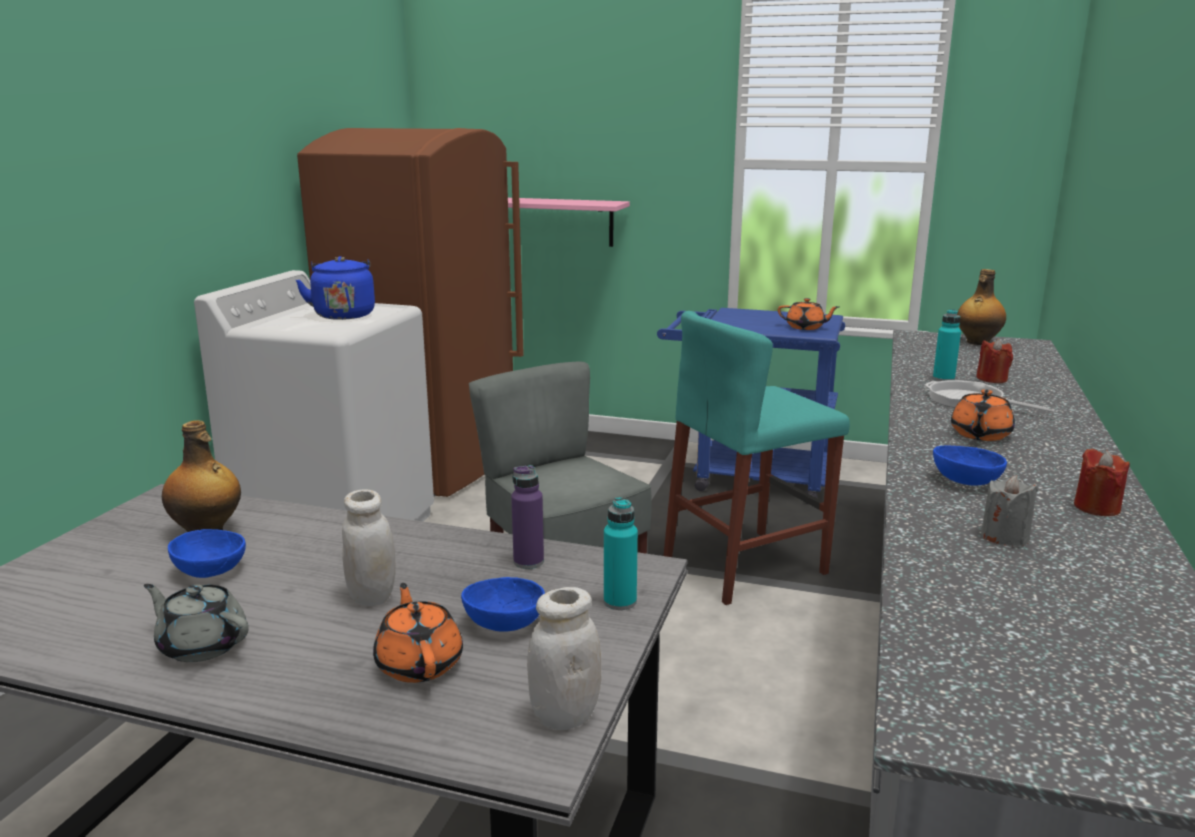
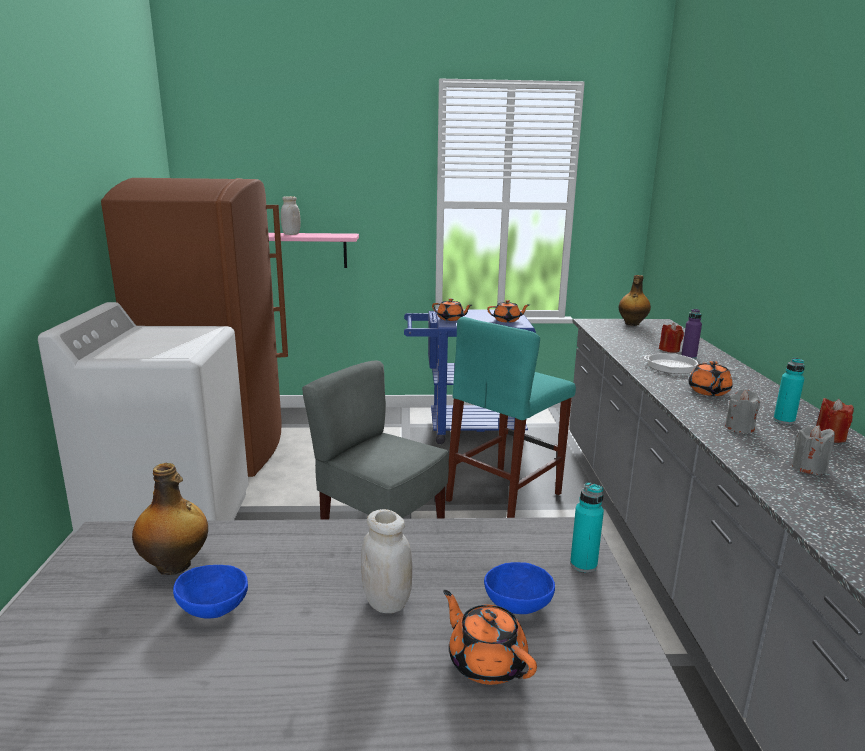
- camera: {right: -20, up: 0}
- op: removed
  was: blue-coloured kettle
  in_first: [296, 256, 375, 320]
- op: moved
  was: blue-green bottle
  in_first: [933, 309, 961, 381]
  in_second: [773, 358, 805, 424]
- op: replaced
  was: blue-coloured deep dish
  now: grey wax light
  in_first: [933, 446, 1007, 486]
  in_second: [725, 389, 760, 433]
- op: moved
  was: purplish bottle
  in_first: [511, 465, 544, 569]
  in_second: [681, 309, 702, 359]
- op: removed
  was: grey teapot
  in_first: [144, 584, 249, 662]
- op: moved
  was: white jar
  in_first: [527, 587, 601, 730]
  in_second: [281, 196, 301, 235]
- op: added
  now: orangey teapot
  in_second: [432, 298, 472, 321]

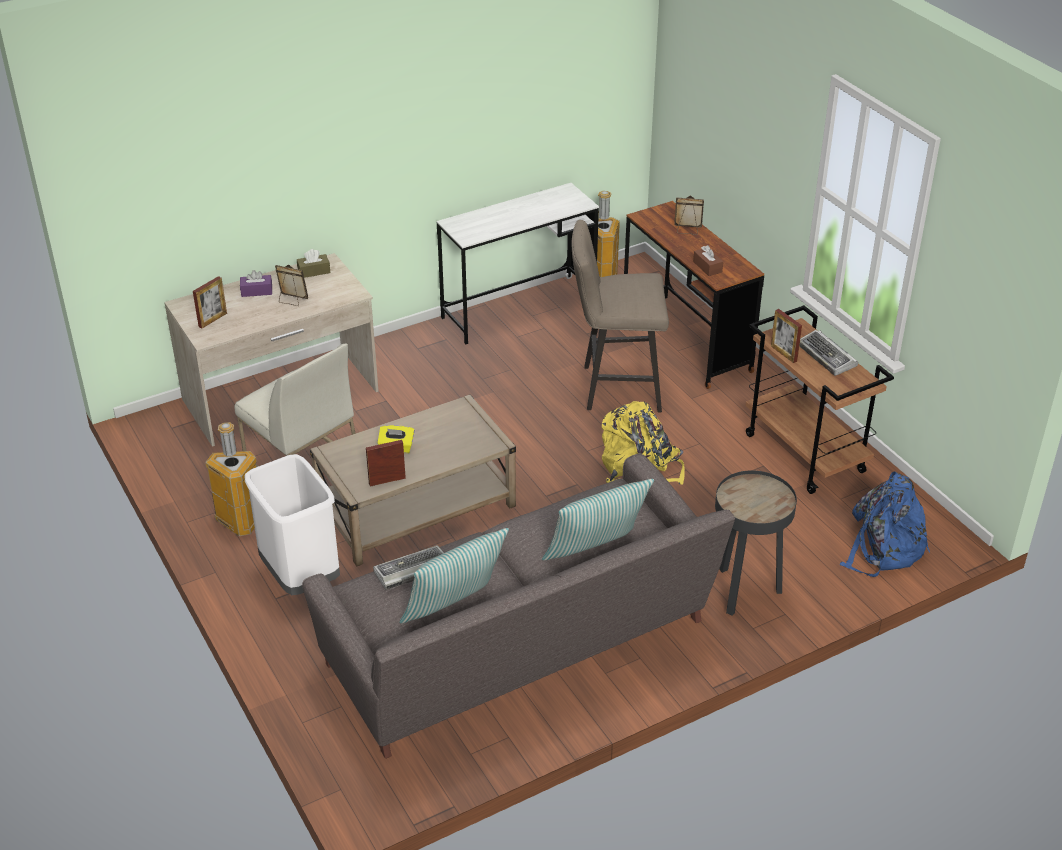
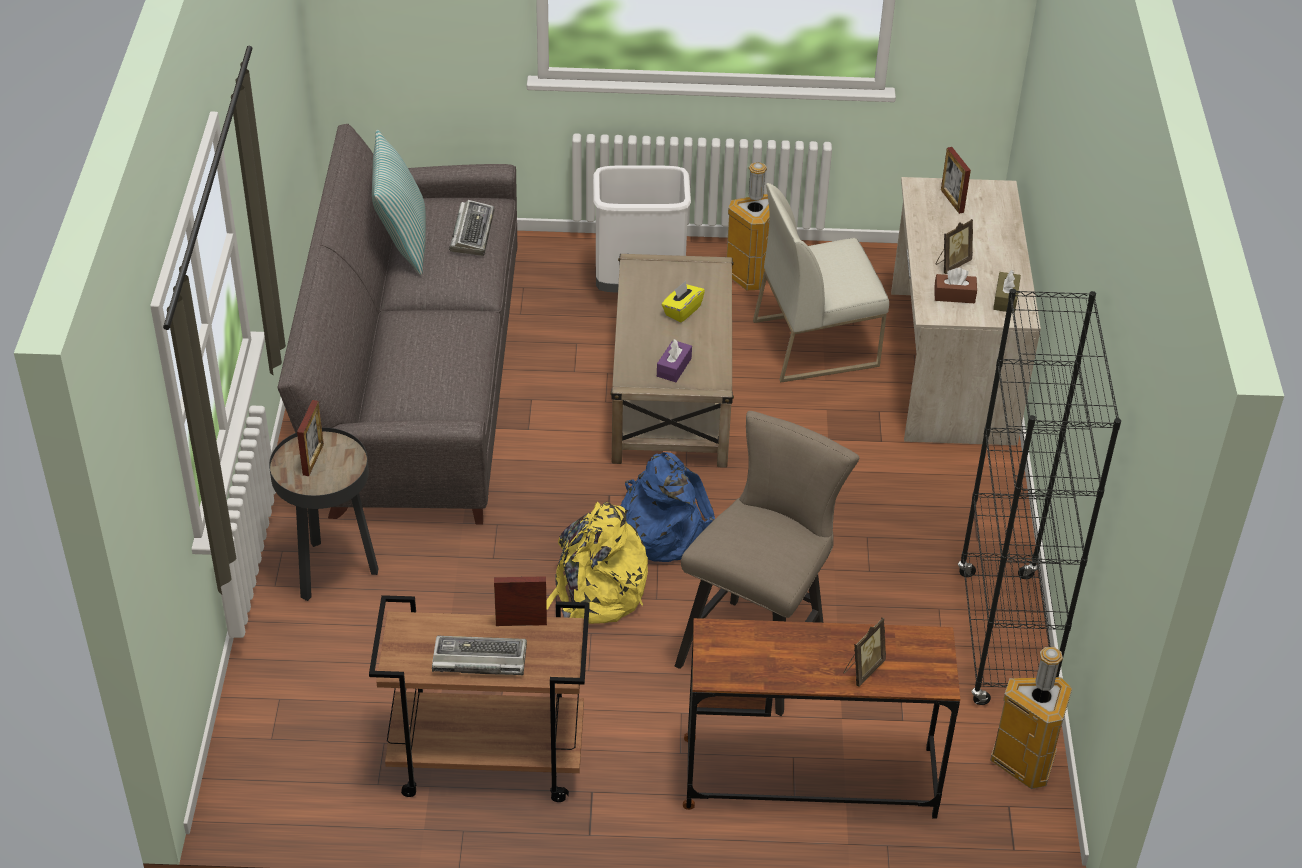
- camera: {right: 120, up: 5}
- op: replaced
  was: white desk
  now: black shelving unit
  in_first: [437, 183, 599, 344]
  in_second: [958, 289, 1121, 705]
- op: moved
  was: brown-coloured box of tissues
  in_first: [693, 245, 723, 276]
  in_second: [934, 268, 977, 303]
- op: moved
  was: purplish box of tissues
  in_first: [240, 270, 272, 297]
  in_second: [657, 339, 692, 382]
- op: moved
  was: photo frame
  in_first: [366, 440, 406, 487]
  in_second: [297, 400, 324, 476]
- op: moved
  was: blue-coloured rucksack
  in_first: [840, 471, 930, 577]
  in_second: [621, 452, 715, 562]
- op: removed
  was: cushion
  in_first: [542, 479, 654, 560]

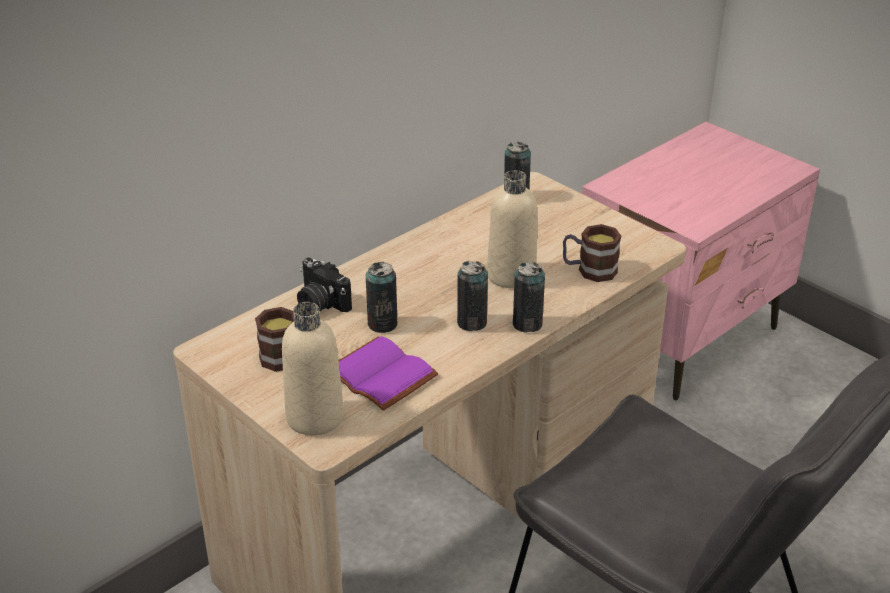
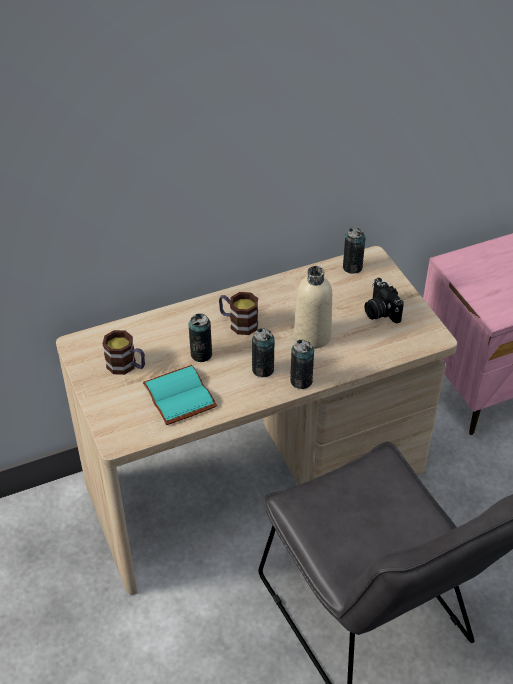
- camera: {right: 20, up: 10}
- op: moved
  was: tea mug
  in_first: [563, 224, 621, 282]
  in_second: [219, 292, 258, 335]
- op: moved
  was: photo camera
  in_first: [297, 257, 352, 312]
  in_second: [365, 278, 404, 323]
- op: removed
  was: beige bottle
  in_first: [282, 302, 344, 436]
- op: recoloured
  was: purplish volume
  now: blue-green volume
  in_first: [339, 336, 438, 411]
  in_second: [143, 365, 217, 425]

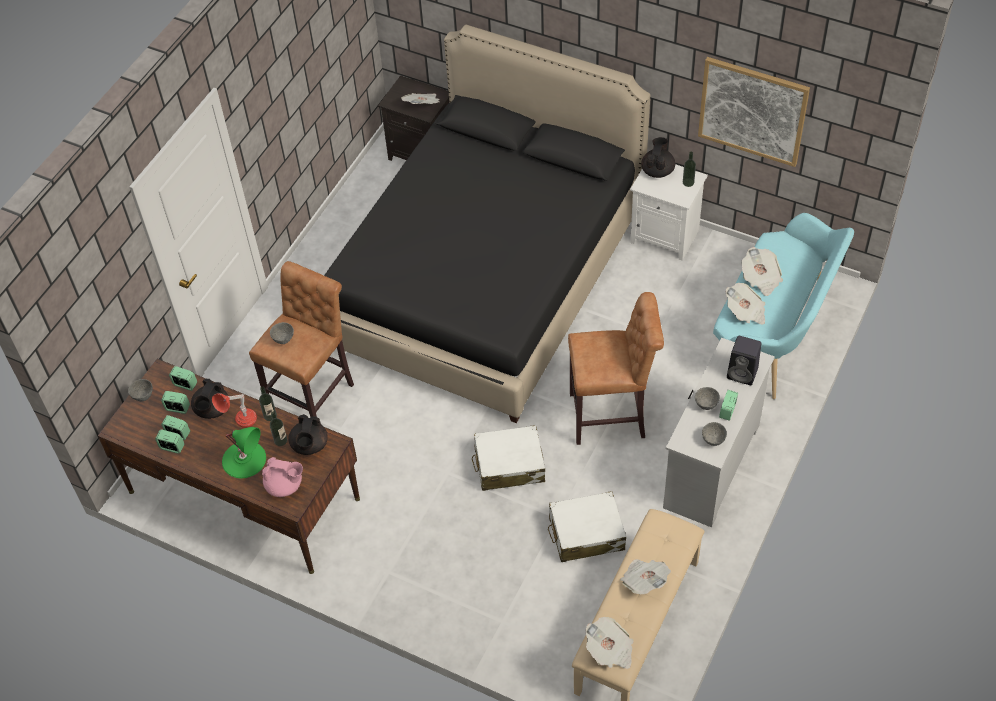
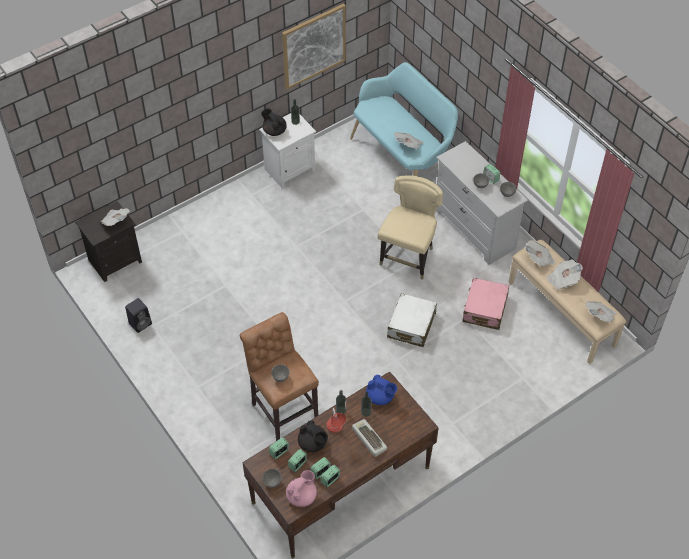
- camera: {right: -65, up: 0}
- op: removed
  was: black bed
  in_first: [324, 25, 650, 423]
- op: moved
  was: daily paper
  in_first: [741, 247, 783, 296]
  in_second: [525, 240, 556, 267]
- op: replaced
  was: brown-coloured stool seat
  now: beige chair
  in_first: [568, 292, 664, 445]
  in_second: [378, 176, 443, 280]
- op: moved
  was: black loudspeaker
  in_first: [727, 336, 761, 385]
  in_second: [125, 298, 152, 333]
- op: recoloured
  was: black teapot
  now: blue-coloured teapot
  in_first: [288, 414, 328, 455]
  in_second: [366, 375, 398, 405]
- op: replaced
  was: green-coloured tabletop lamp
  now: PC keyboard
  in_first: [222, 427, 266, 478]
  in_second: [352, 419, 387, 457]
- op: moved
  was: pinkish teapot
  in_first: [262, 457, 303, 497]
  in_second: [286, 470, 317, 507]
- op: recoloured
  was: white travel case
  now: pinkish travel case
  in_first: [548, 491, 626, 562]
  in_second: [462, 278, 509, 330]

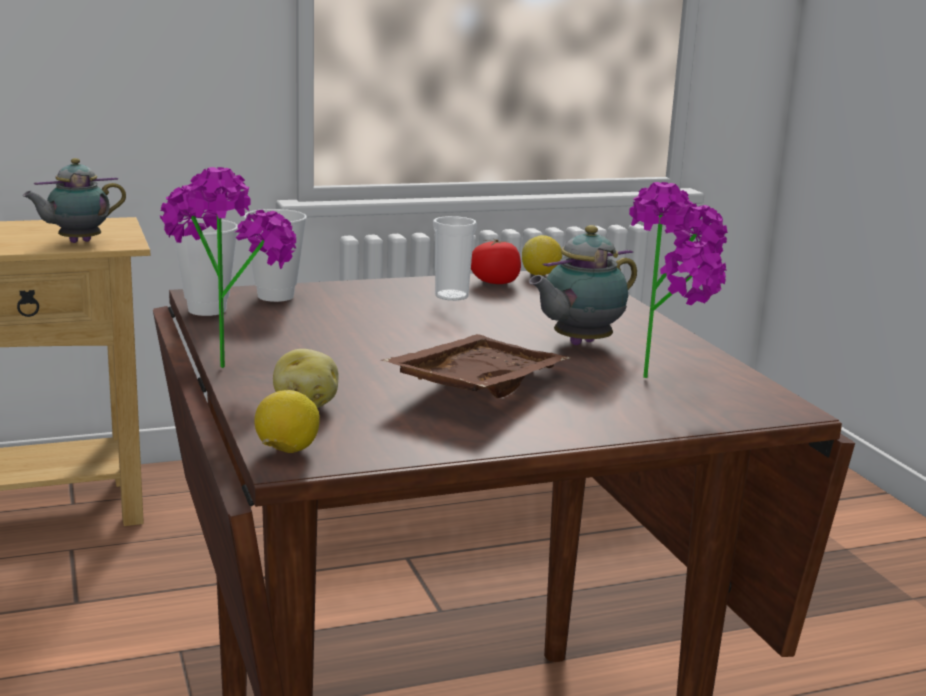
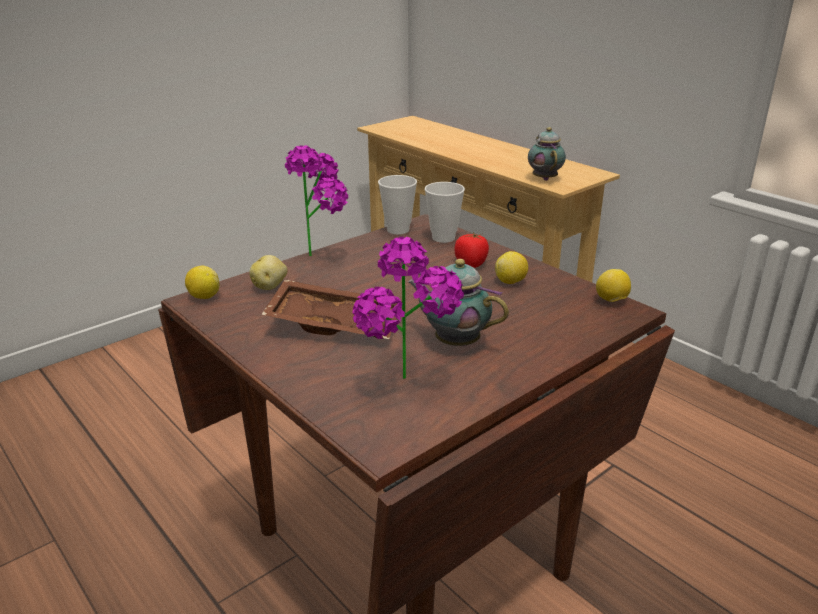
- camera: {right: 70, up: 10}
- op: turned
  was: teapot
  in_first: [23, 158, 126, 243]
  in_second: [528, 127, 566, 181]
  clockwise: 45
- op: replaced
  was: small cup
  now: lemon
  in_first: [433, 216, 477, 301]
  in_second: [495, 251, 528, 284]
- op: moved
  was: fresh tomato
  in_first: [471, 239, 521, 284]
  in_second: [454, 232, 489, 268]

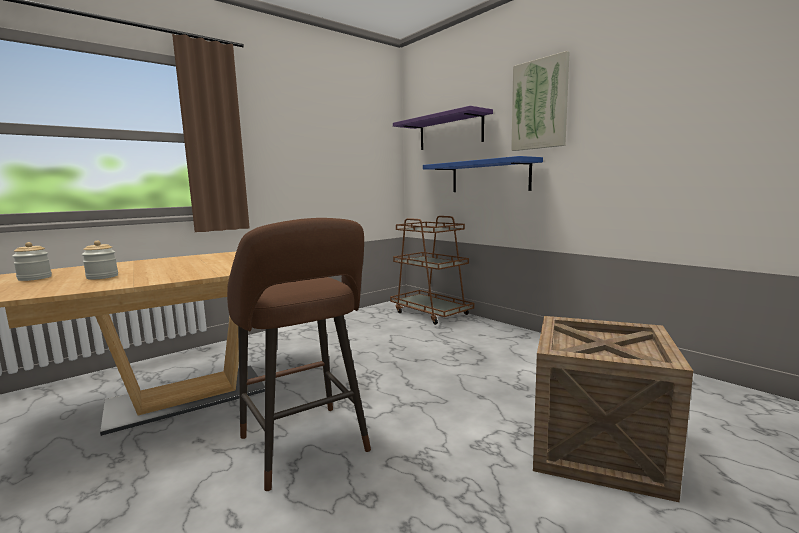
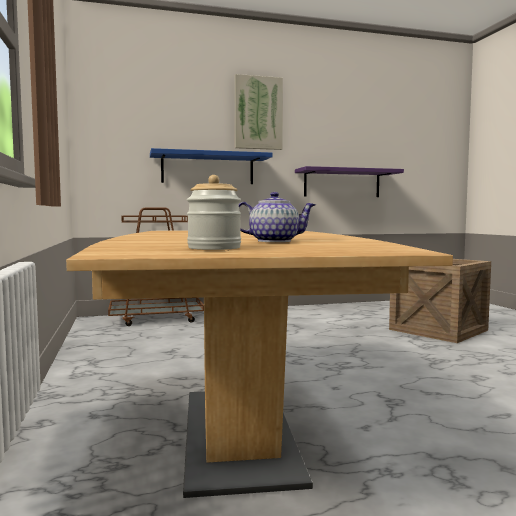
- camera: {right: -65, up: -5}
- op: moved
  was: purplish wall shelf
  in_first: [393, 106, 493, 150]
  in_second: [295, 166, 404, 197]
- op: removed
  was: brown-coloured stool seat
  in_first: [227, 218, 371, 491]
- op: replaced
  was: jar
  now: teapot
  in_first: [82, 241, 118, 280]
  in_second: [239, 192, 316, 242]

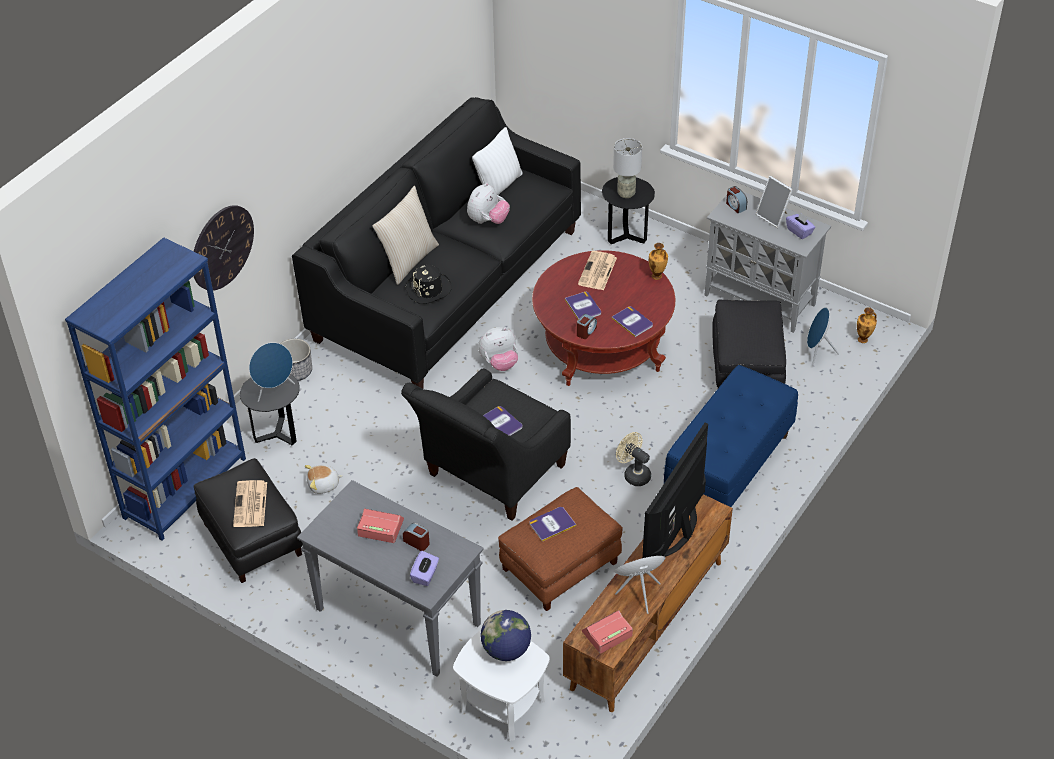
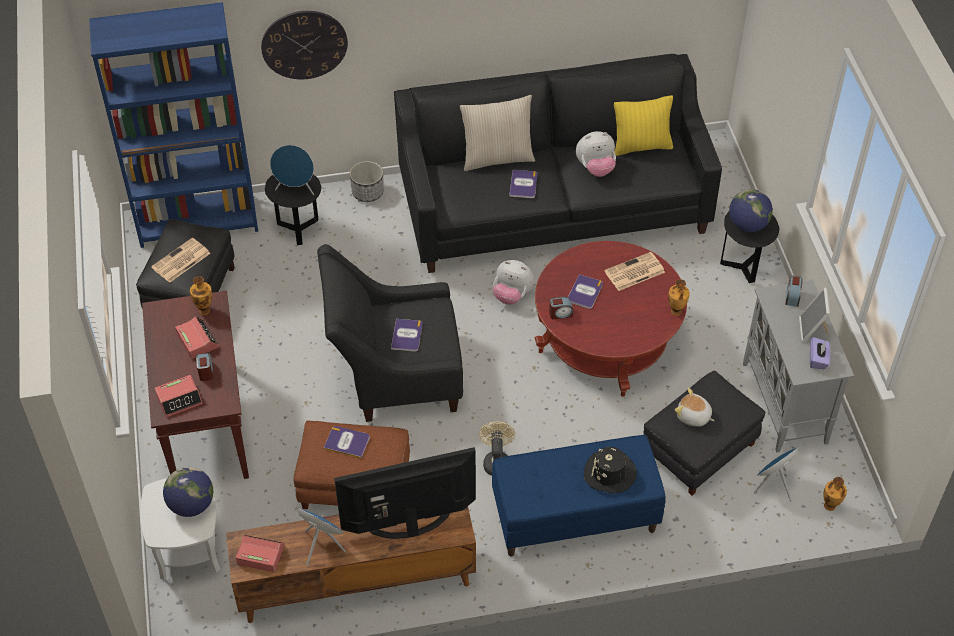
- camera: {right: 45, up: 5}
- op: recoloured
  was: white cushion
  now: yellow-coloured cushion
  in_first: [472, 127, 523, 195]
  in_second: [614, 95, 673, 156]
- op: replaced
  was: grey tabletop lamp
  now: world globe
  in_first: [613, 138, 642, 198]
  in_second: [729, 189, 773, 232]
- op: moved
  was: black clothing hat
  in_first: [405, 265, 452, 304]
  in_second: [584, 447, 637, 493]
- op: moved
  was: volume
  in_first: [612, 306, 653, 337]
  in_second: [509, 170, 537, 198]
- op: moved
  was: soft toy
  in_first: [305, 465, 343, 494]
  in_second: [675, 388, 714, 427]
- op: recoloured
  was: grey console table
  now: brown-coloured console table
  in_first: [297, 480, 484, 677]
  in_second: [142, 291, 249, 479]
- op: replaced
  was: purplish box of tissues
  now: bedside clock
  in_first: [410, 551, 439, 586]
  in_second: [155, 375, 203, 417]
- op: added
  now: flower vase
  in_second: [190, 276, 212, 315]

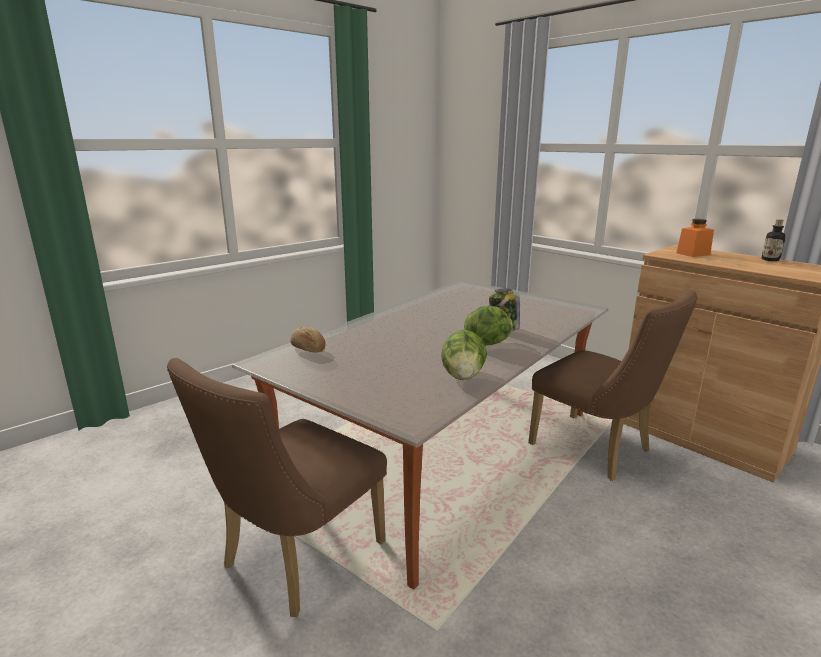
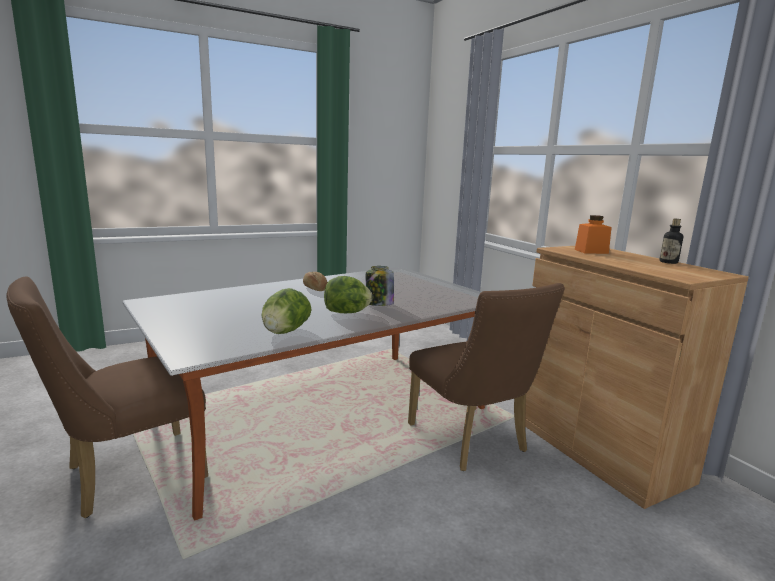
- camera: {right: 15, up: -5}
- op: moved
  was: baked bread
  in_first: [290, 327, 326, 353]
  in_second: [303, 272, 327, 291]

